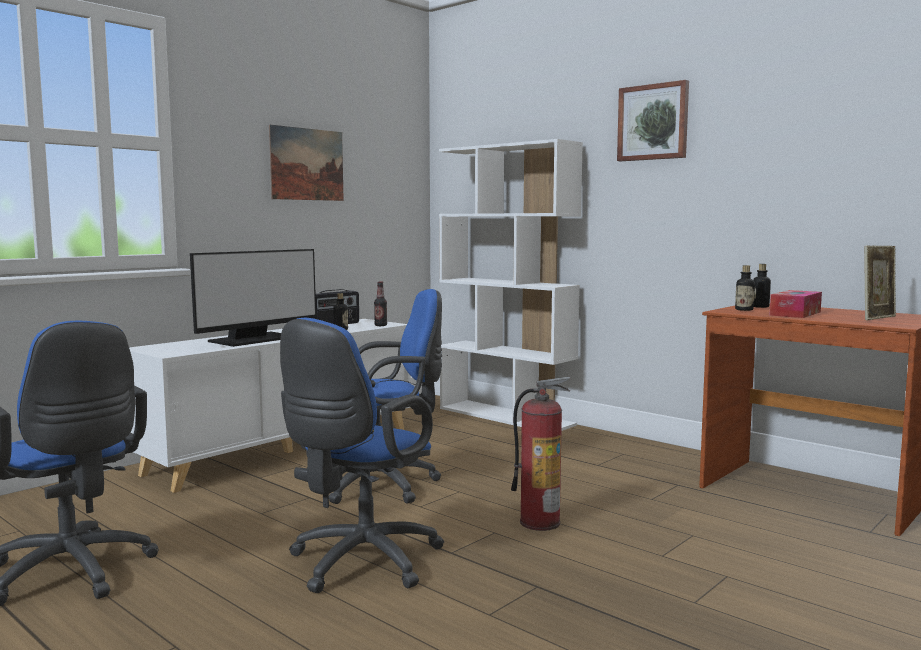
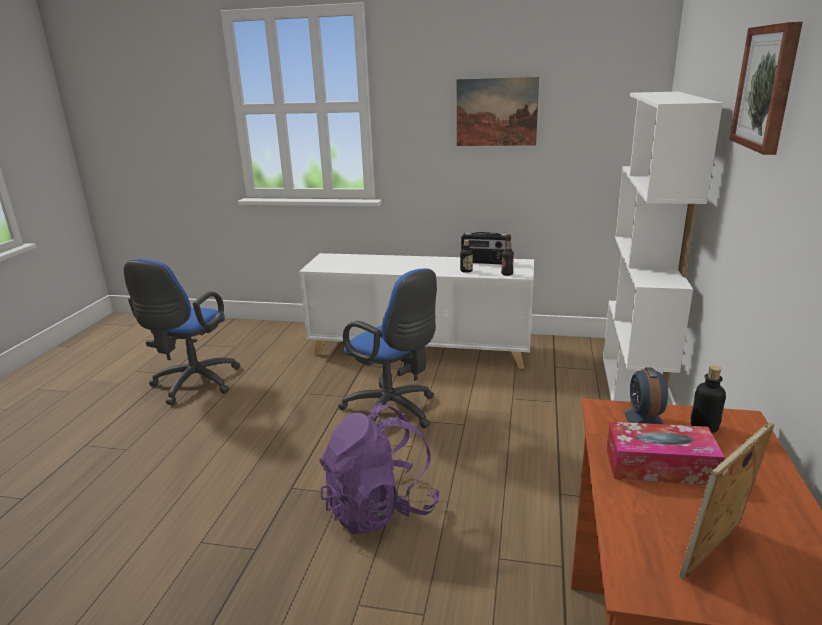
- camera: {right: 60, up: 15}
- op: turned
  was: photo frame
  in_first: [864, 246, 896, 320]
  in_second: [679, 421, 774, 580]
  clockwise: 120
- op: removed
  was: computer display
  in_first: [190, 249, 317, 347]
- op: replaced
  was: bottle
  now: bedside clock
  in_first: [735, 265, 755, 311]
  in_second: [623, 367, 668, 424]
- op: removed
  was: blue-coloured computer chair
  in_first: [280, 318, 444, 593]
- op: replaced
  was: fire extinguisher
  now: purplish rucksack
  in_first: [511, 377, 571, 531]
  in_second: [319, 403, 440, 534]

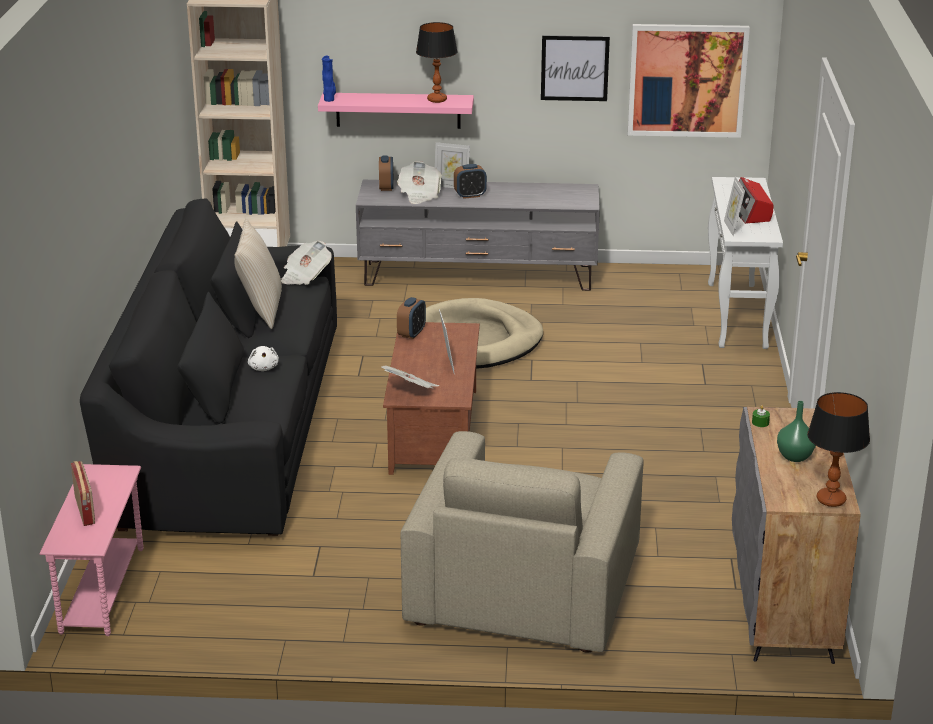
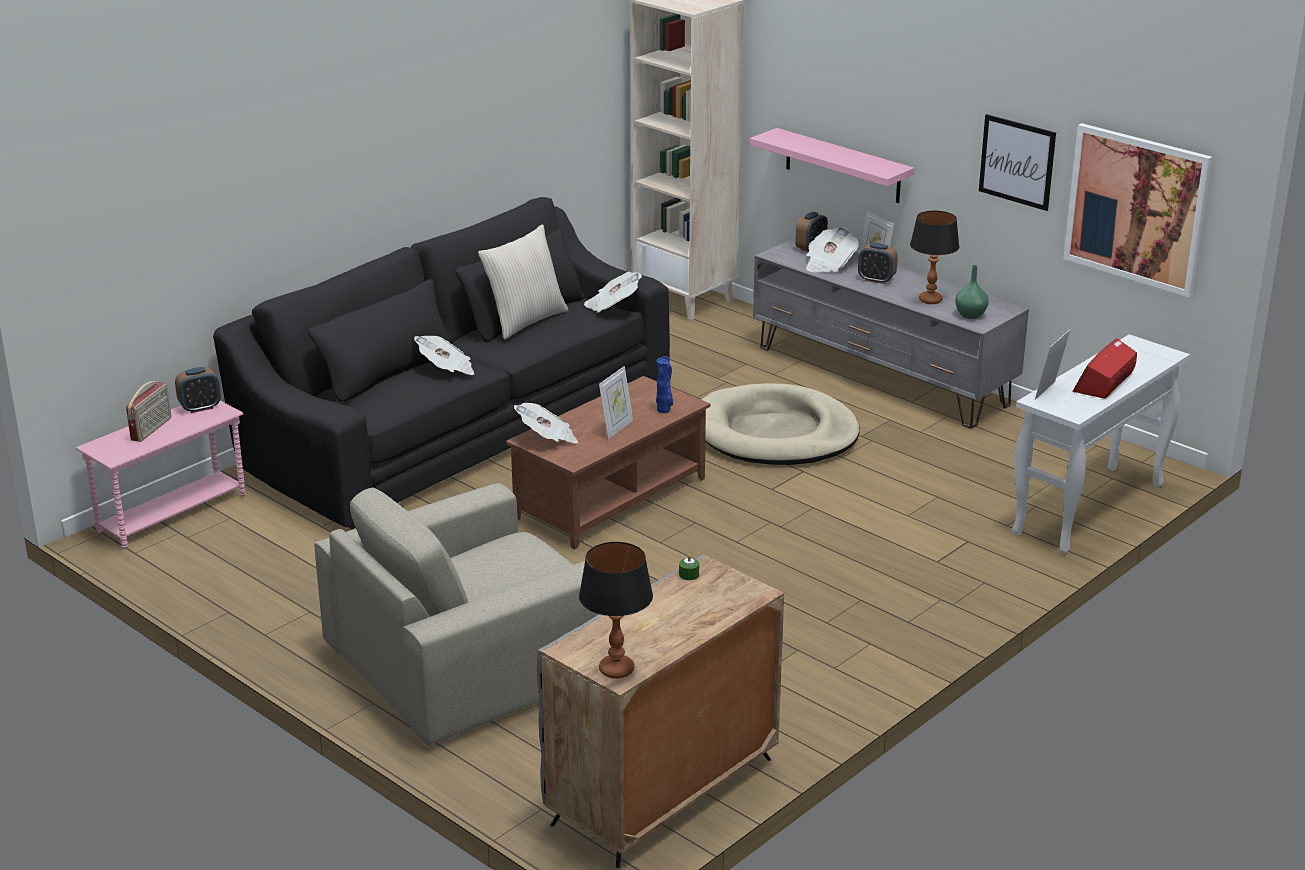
- camera: {right: 40, up: 0}
- op: moved
  was: tabletop lamp
  in_first: [416, 22, 457, 103]
  in_second: [910, 211, 960, 304]
- op: moved
  was: blue-coloured flower vase
  in_first: [322, 55, 336, 102]
  in_second: [656, 356, 673, 413]
- op: moved
  was: bedside clock
  in_first: [397, 297, 426, 339]
  in_second: [175, 367, 221, 413]
- op: replaced
  was: white soft toy
  now: daily paper
  in_first: [248, 346, 279, 371]
  in_second: [414, 336, 475, 375]
- op: moved
  was: green-coloured flower vase
  in_first: [777, 401, 816, 462]
  in_second: [955, 265, 989, 319]

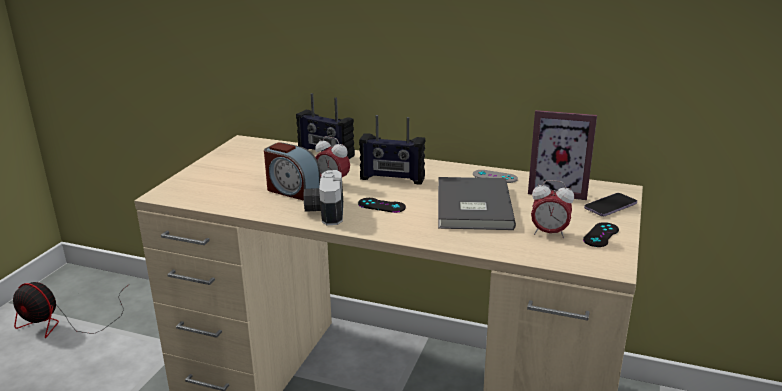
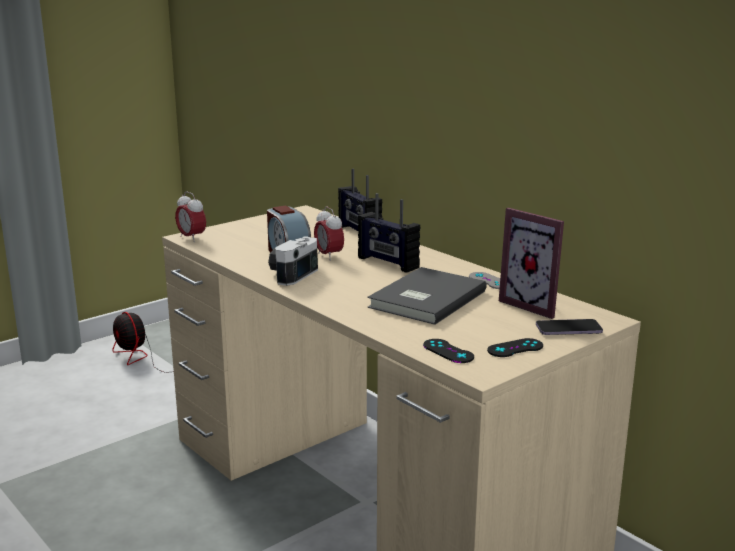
- camera: {right: 30, up: -5}
- op: moved
  was: bedside clock
  in_first: [531, 180, 574, 238]
  in_second: [175, 191, 206, 242]
- op: moved
  was: black gamepad
  in_first: [358, 198, 406, 213]
  in_second: [423, 339, 474, 363]

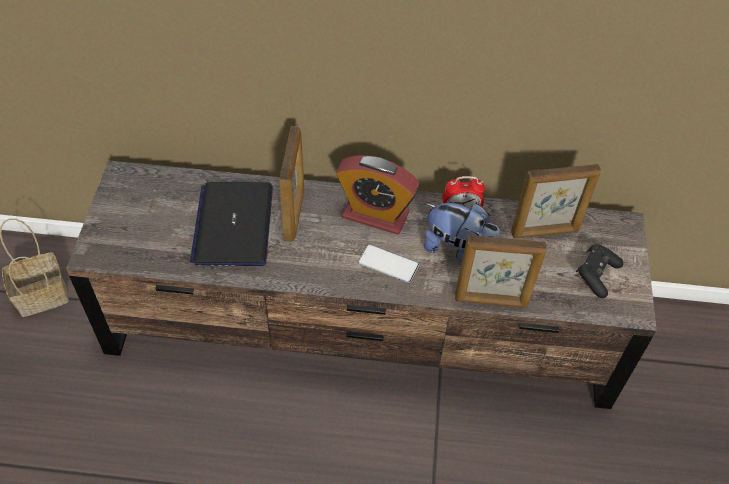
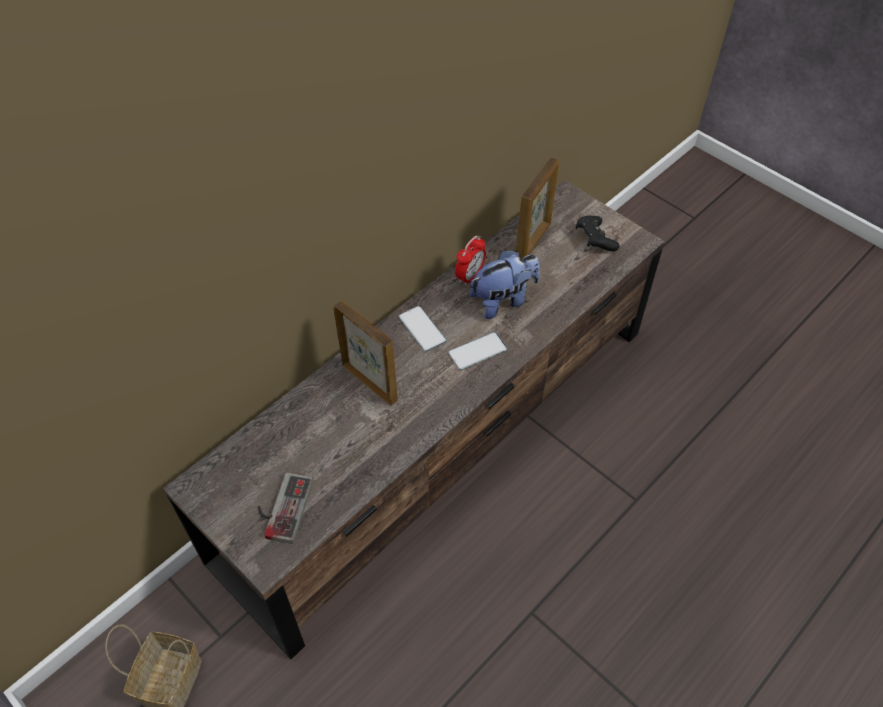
- camera: {right: -50, up: 0}
- op: replaced
  was: bedside clock
  now: handset
  in_first: [336, 155, 420, 235]
  in_second: [399, 306, 447, 352]
- op: removed
  was: laptop
  in_first: [190, 182, 273, 266]
- op: removed
  was: photo frame
  in_first: [455, 235, 547, 308]
- op: added
  now: gamepad
  in_second: [258, 473, 313, 544]

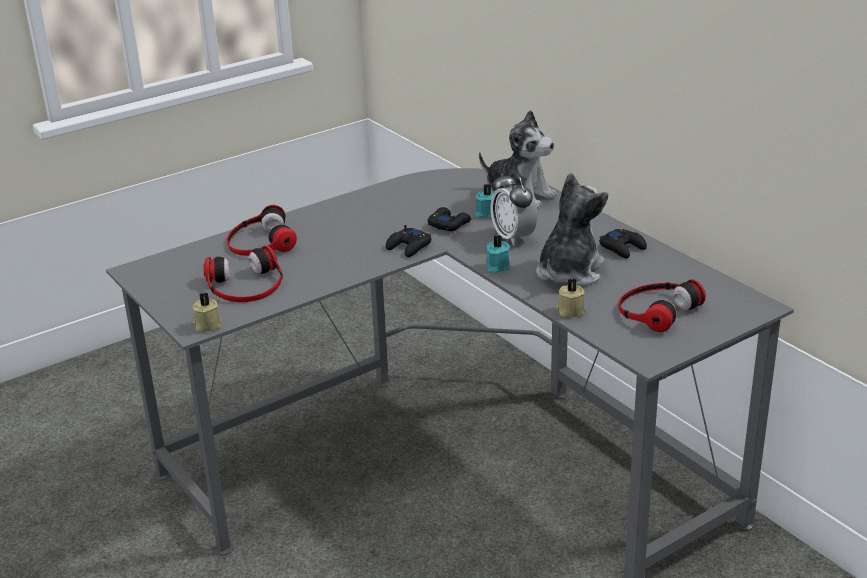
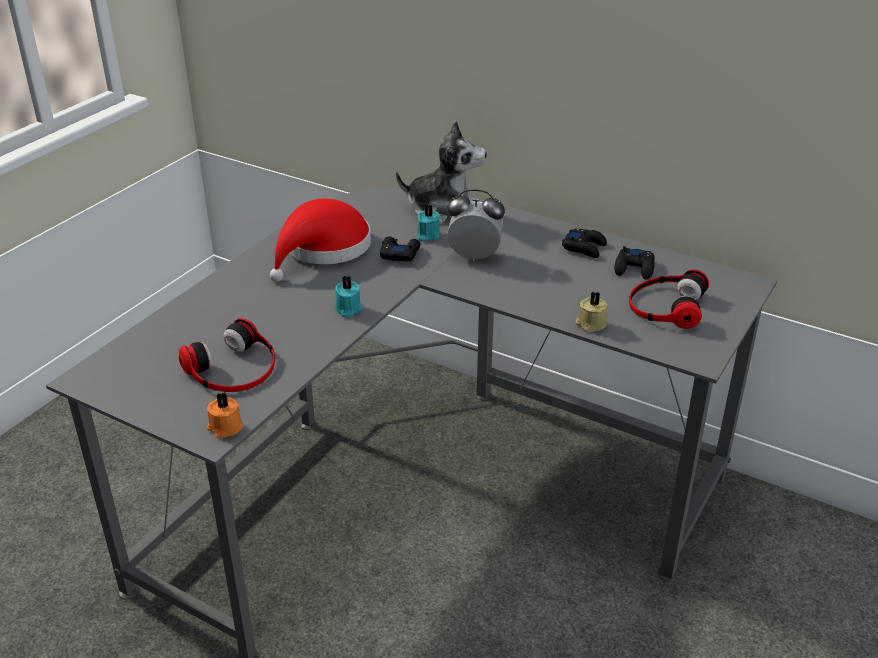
- camera: {right: -25, up: 5}
- op: turned
  was: bedside clock
  in_first: [491, 170, 537, 246]
  in_second: [447, 189, 505, 261]
  clockwise: 150
- op: removed
  was: soft toy
  in_first: [536, 173, 608, 287]
- op: removed
  was: pair of headphones
  in_first: [227, 205, 297, 256]
- op: moved
  was: black gamepad
  in_first: [386, 225, 431, 257]
  in_second: [615, 246, 655, 280]
- op: moved
  was: blue-green wax light
  in_first: [486, 235, 510, 273]
  in_second: [335, 276, 362, 317]
- op: recoloured
  was: beige wax light
  now: orangey wax light
  in_first: [193, 292, 221, 332]
  in_second: [207, 392, 243, 438]
- op: added
  now: red-coloured clothing hat
  in_second: [270, 199, 371, 282]

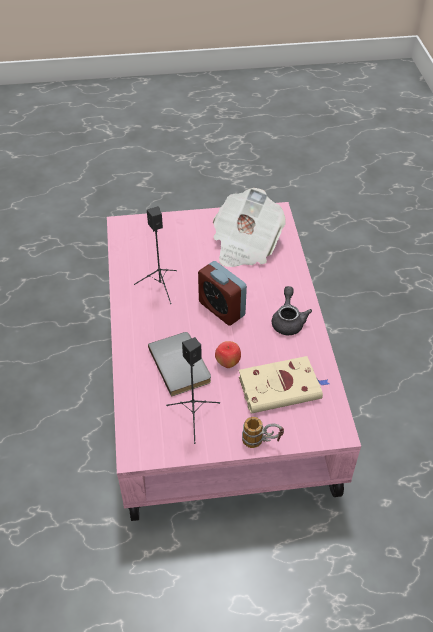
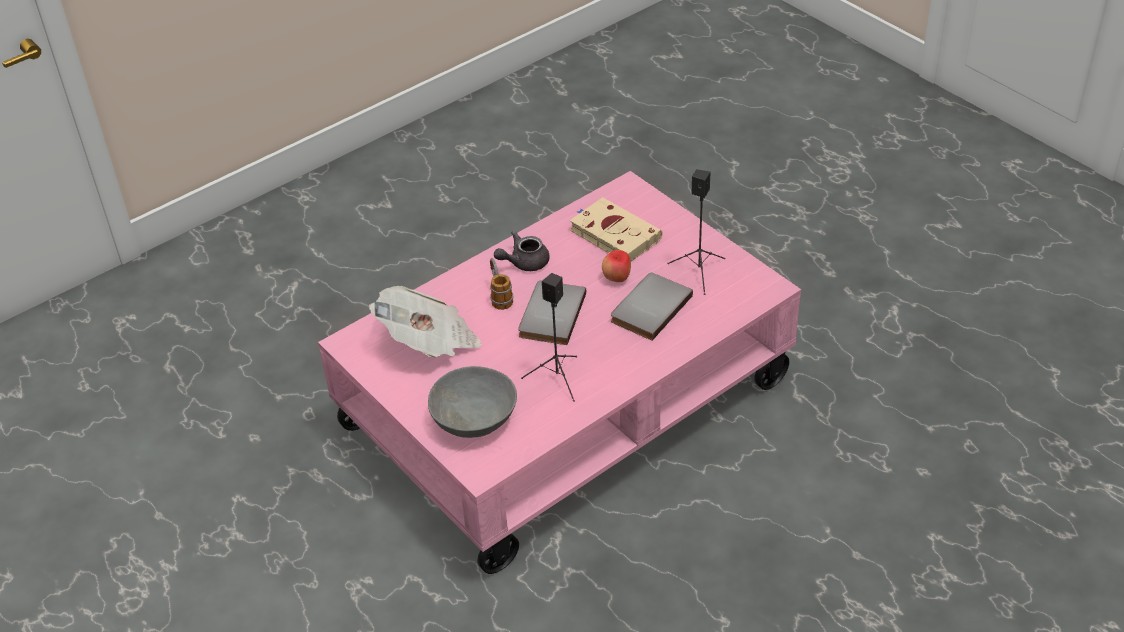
- camera: {right: -120, up: -5}
- op: replaced
  was: bedside clock
  now: grey volume
  in_first: [198, 261, 247, 326]
  in_second: [518, 281, 586, 345]
- op: moved
  was: tea mug
  in_first: [242, 417, 284, 448]
  in_second: [490, 258, 513, 310]
- op: added
  now: grey deep dish
  in_second: [428, 366, 517, 438]

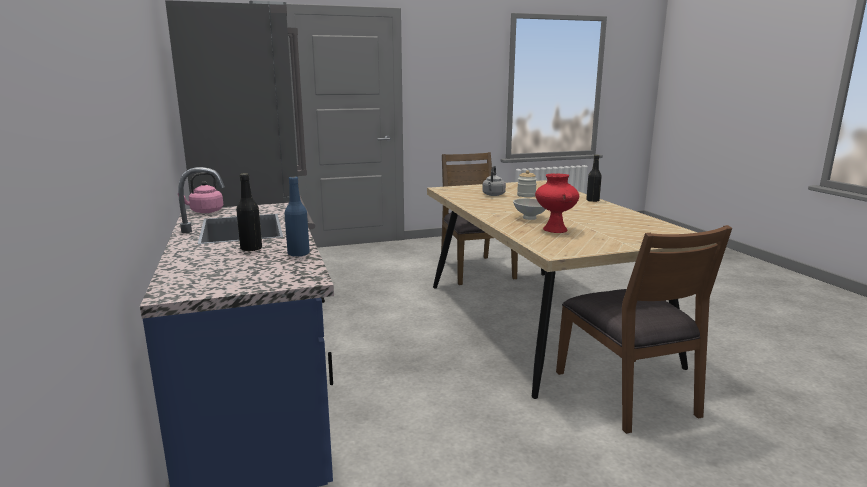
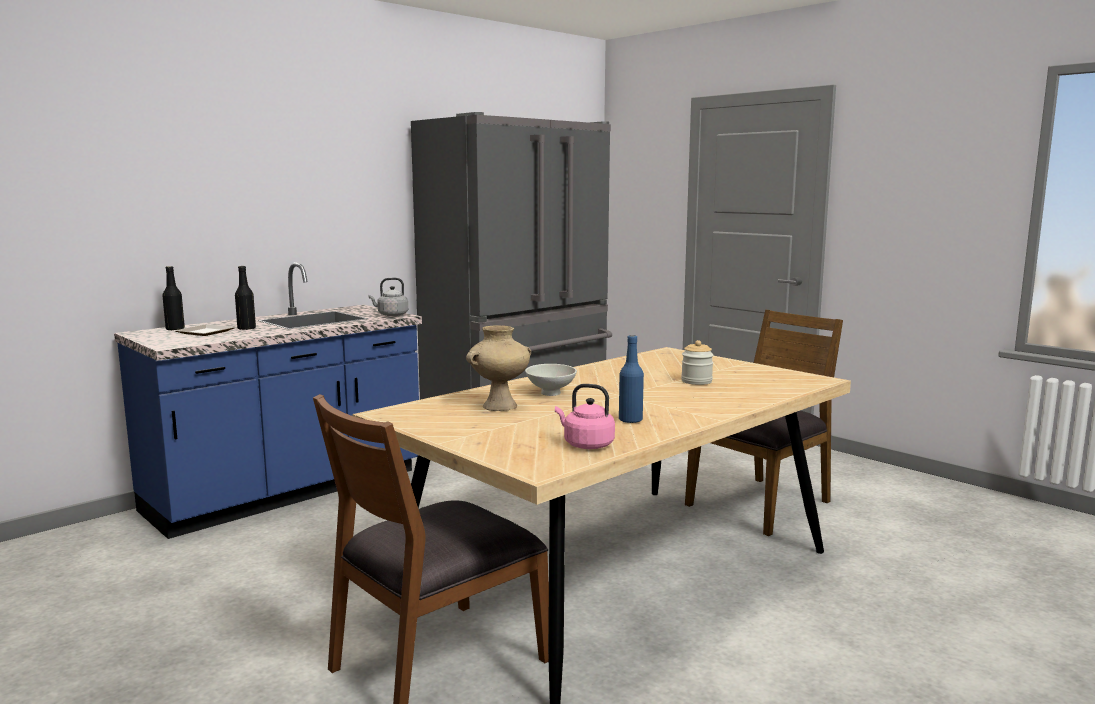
- camera: {right: 65, up: -5}
- op: moved
  was: black bottle
  in_first: [586, 155, 602, 202]
  in_second: [162, 266, 185, 331]
- op: moved
  was: grey kettle
  in_first: [482, 166, 506, 196]
  in_second: [368, 278, 408, 316]
- op: moved
  was: pinkish kettle
  in_first: [184, 172, 224, 213]
  in_second: [555, 384, 615, 449]
- op: recoloured
  was: red-coloured flower vase
  now: beige flower vase
  in_first: [535, 174, 579, 233]
  in_second: [466, 325, 531, 411]
- op: moved
  was: blue-coloured bottle
  in_first: [284, 176, 310, 257]
  in_second: [619, 335, 644, 423]
- op: added
  now: plate
  in_second: [175, 324, 235, 336]

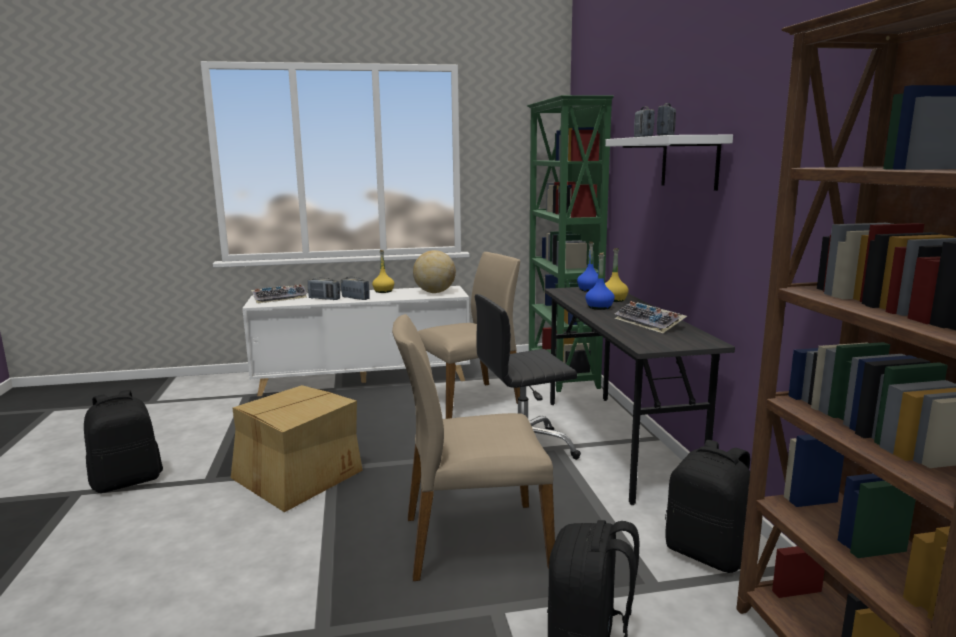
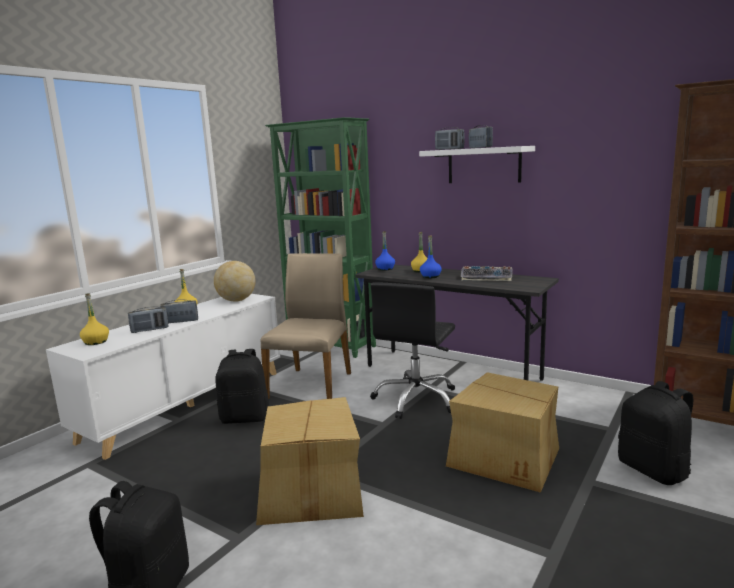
- camera: {right: -45, up: 0}
- op: replaced
  was: PC keyboard
  now: yellow-coloured bottle
  in_first: [251, 284, 307, 304]
  in_second: [80, 293, 109, 345]
- op: replaced
  was: beige chair
  now: carton
  in_first: [392, 314, 555, 581]
  in_second: [446, 372, 559, 493]
- op: moved
  was: black rucksack
  in_first: [665, 440, 750, 573]
  in_second: [215, 349, 269, 424]

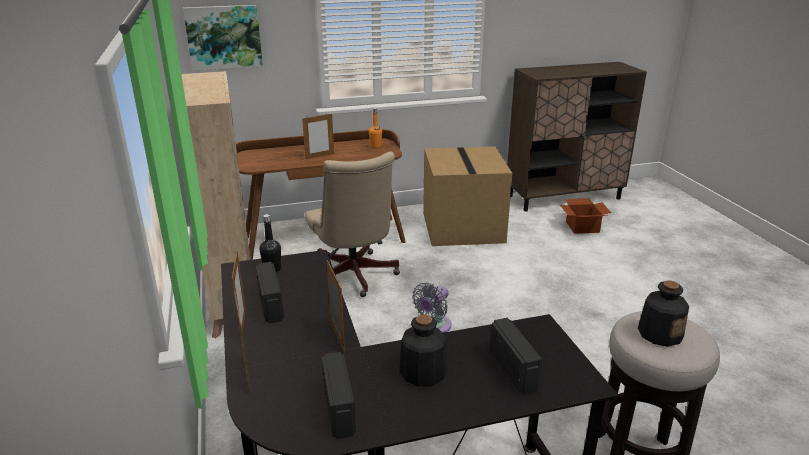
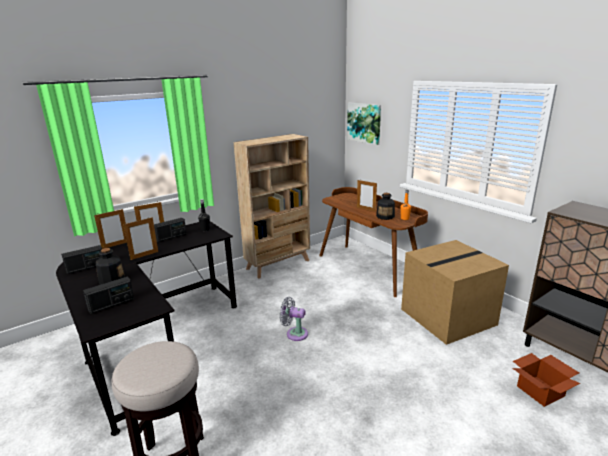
- camera: {right: 70, up: -5}
- op: removed
  was: beige computer chair
  in_first: [305, 152, 400, 297]
- op: moved
  was: bottle
  in_first: [638, 280, 689, 347]
  in_second: [376, 193, 395, 220]

